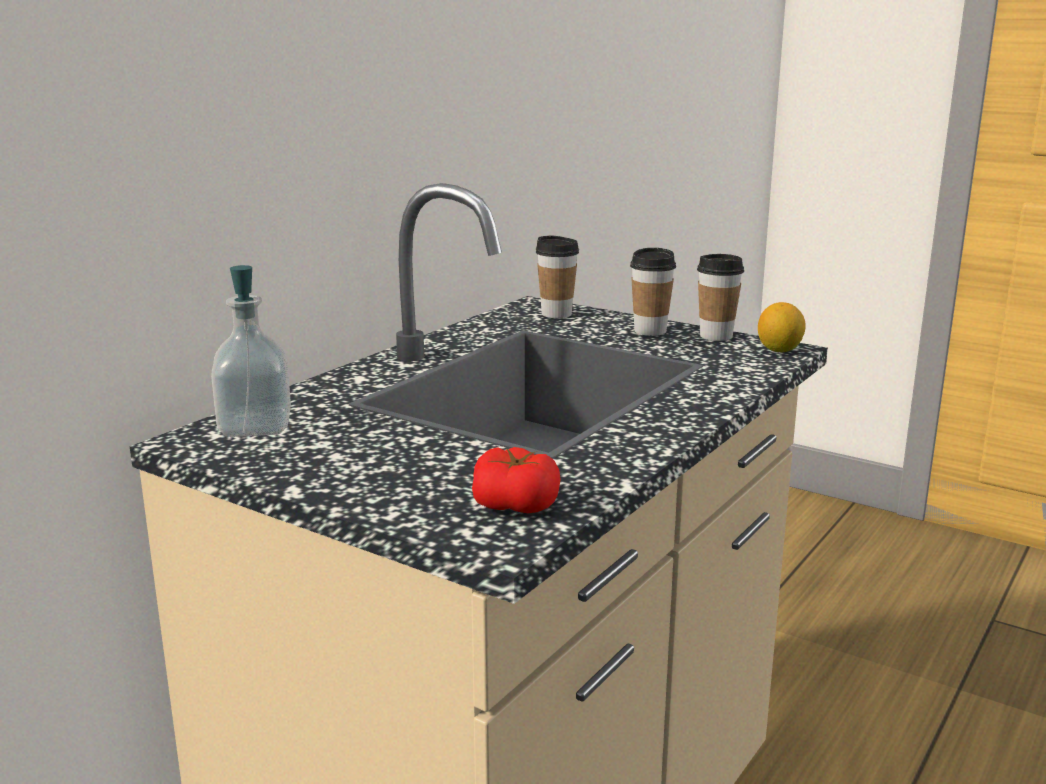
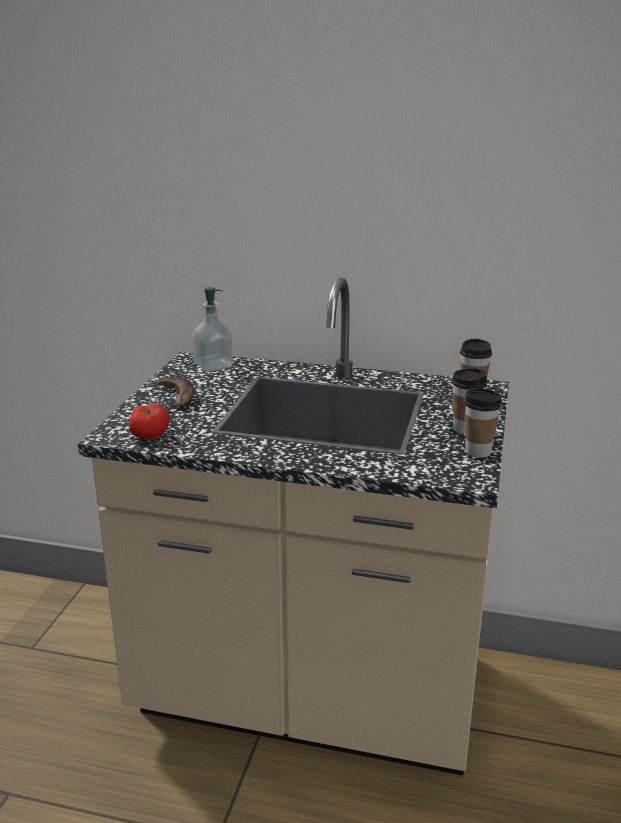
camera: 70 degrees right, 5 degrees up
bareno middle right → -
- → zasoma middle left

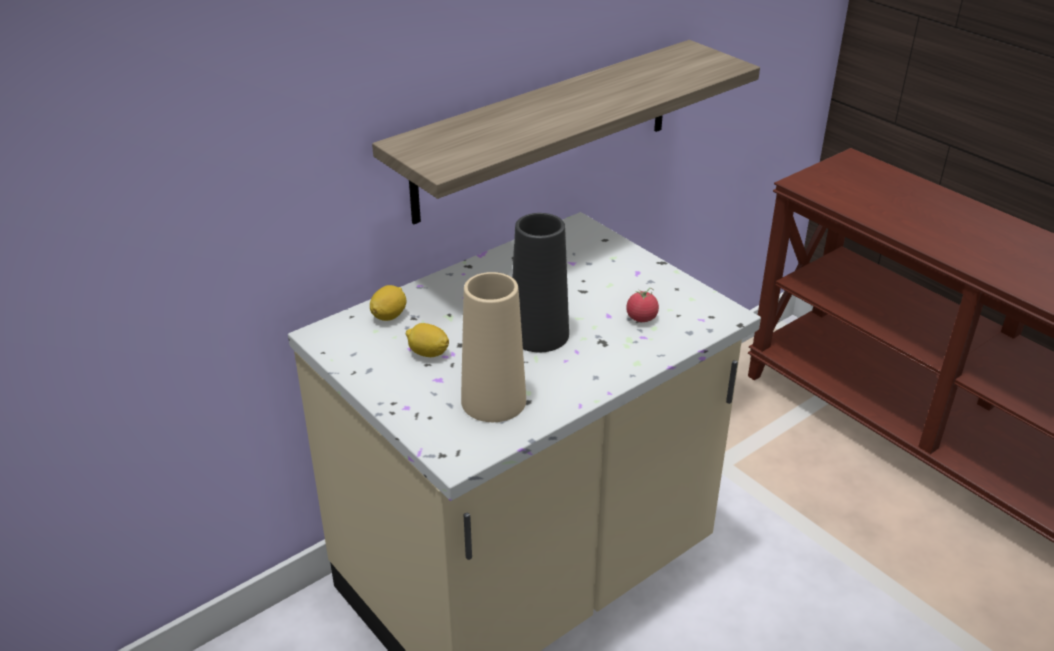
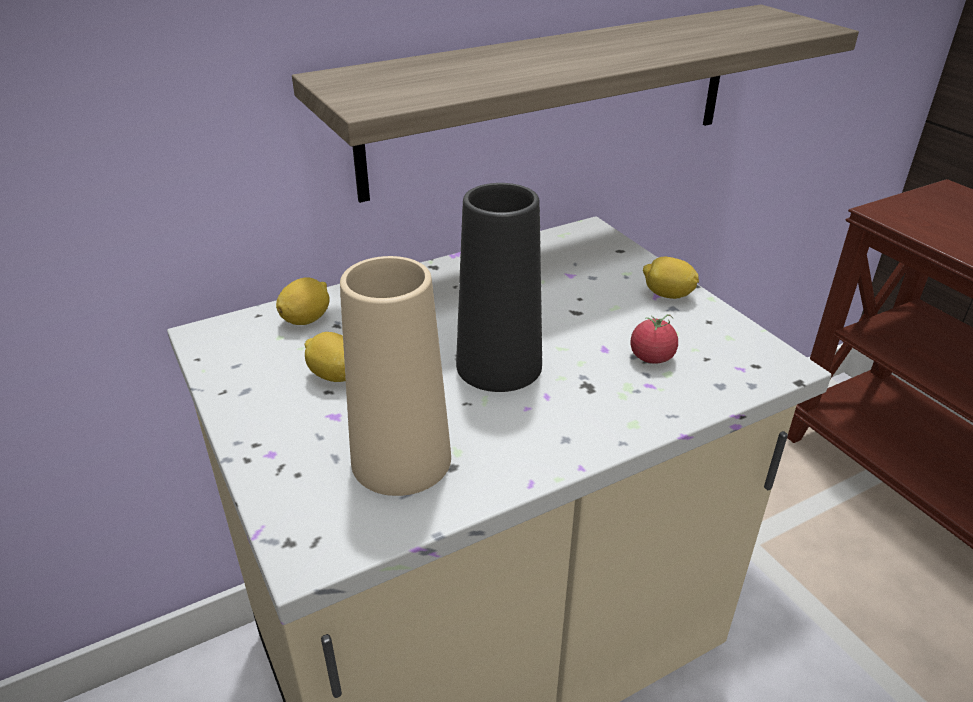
camera: 10 degrees right, 0 degrees up
- → bareno (3rd from left) middle right

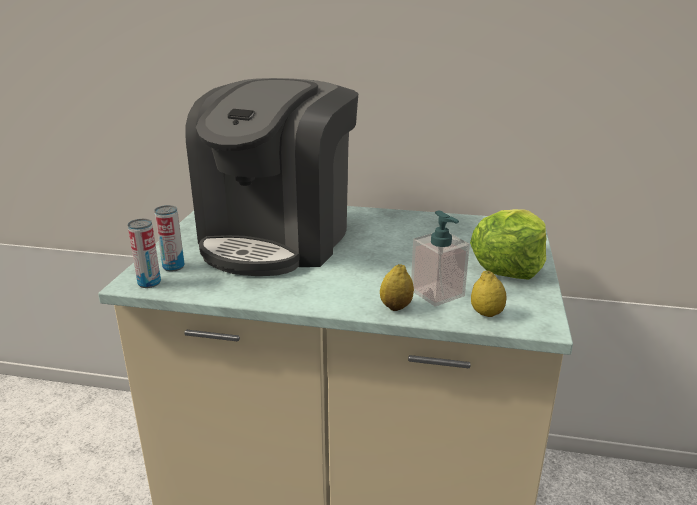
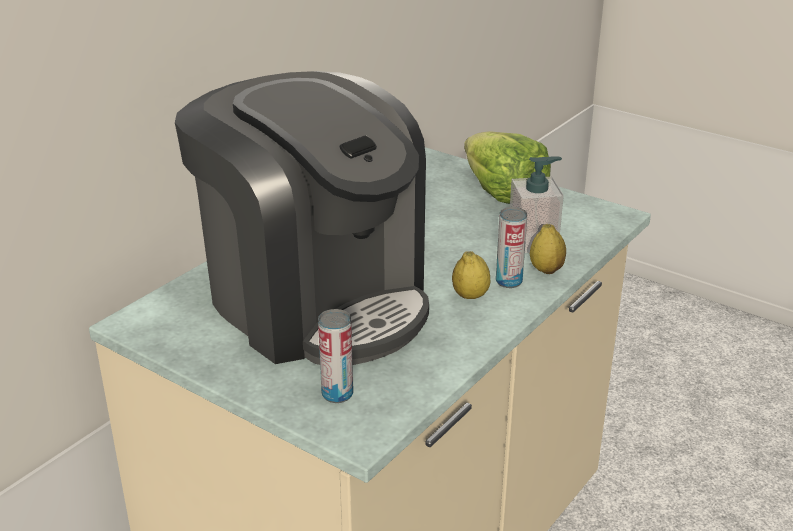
camera: 65 degrees left, 5 degrees up
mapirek (1st from left in the first image) middle left → mapirek (2nd from left) centre, moved
bareno (2nd from left in the first image) middle right → bareno (1st from left) centre, moved

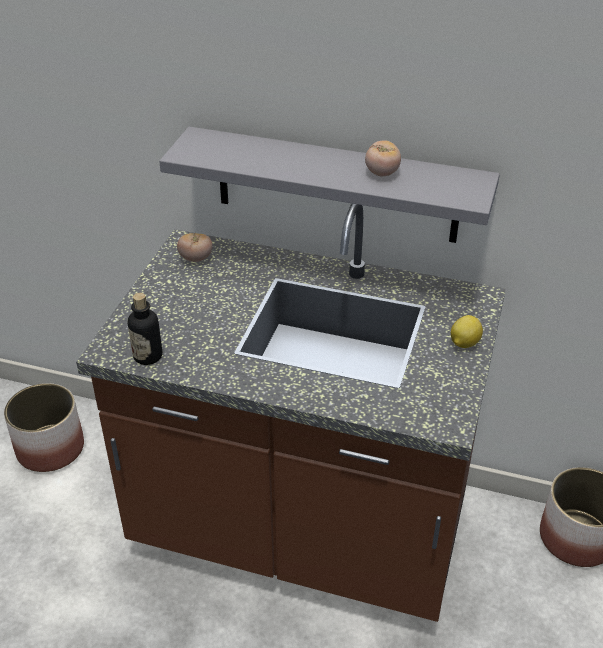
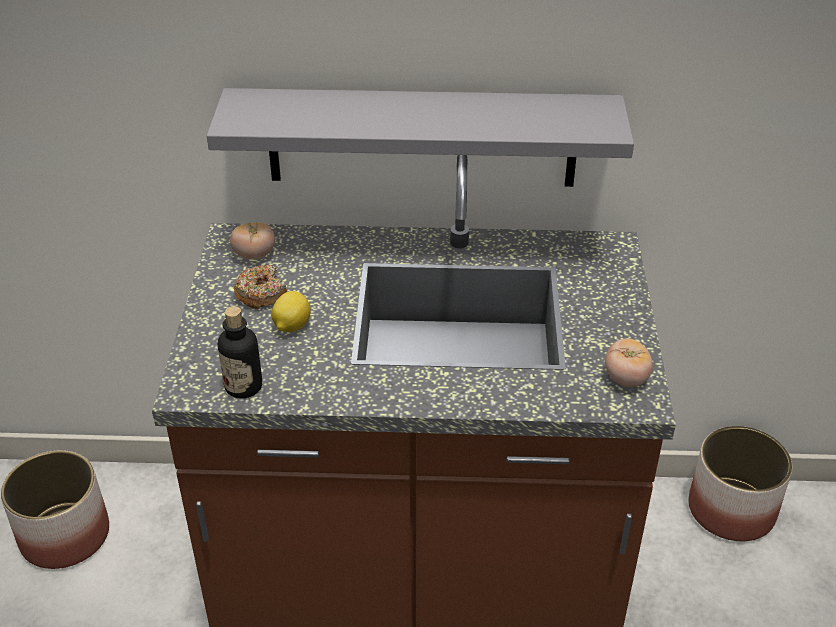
camera: 15 degrees left, 0 degrees up
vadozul (2nd from left) top centre → vadozul (2nd from left) middle right, moved
bareno middle right → bareno centre, moved
- → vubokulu middle left

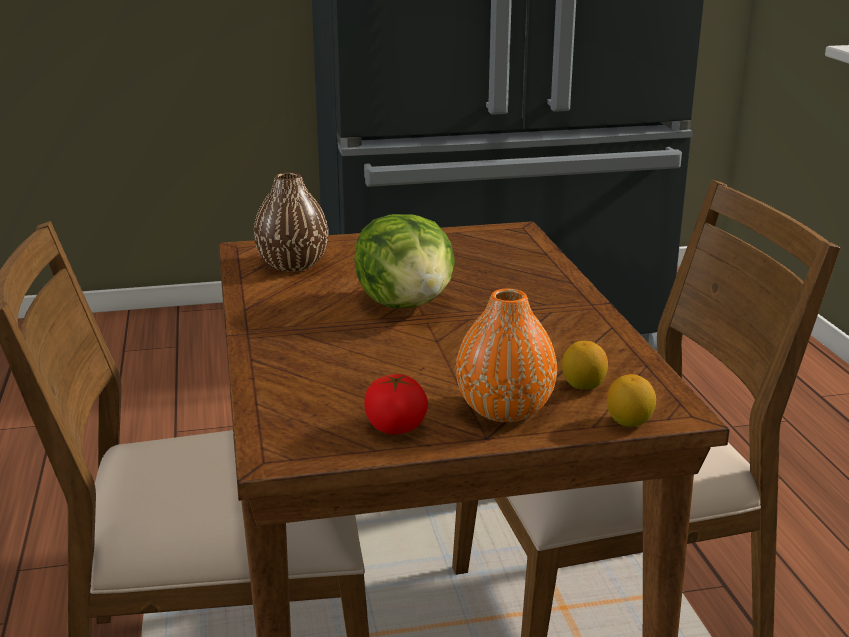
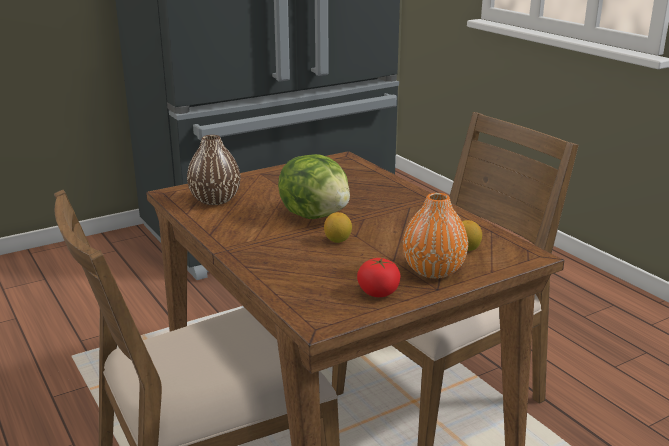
camera: 20 degrees left, 0 degrees up
bareno (2nd from left in the first image) middle right → bareno (1st from left) centre, moved

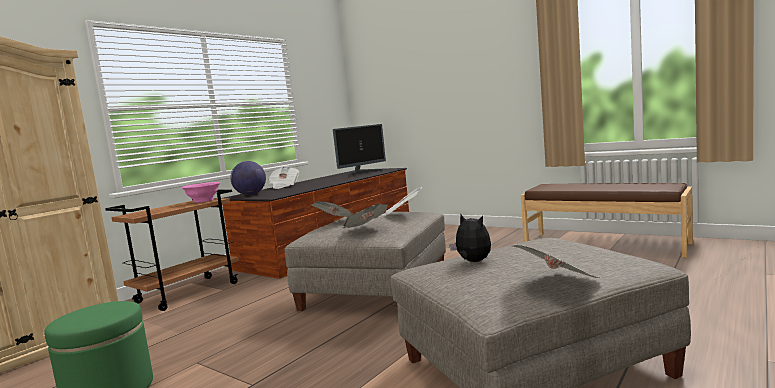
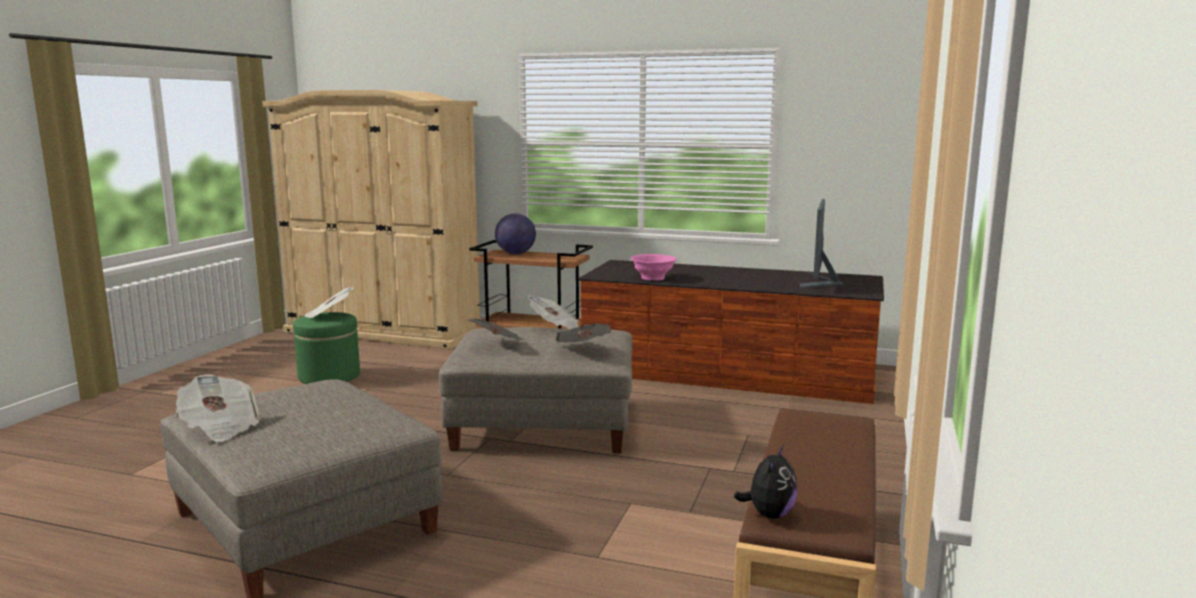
camera: 70 degrees right, 5 degrees up
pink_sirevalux middle left → pink_sirevalux centre, moved
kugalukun middle left → kugalukun centre, moved
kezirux (1st from left in the first image) centre → kezirux (2nd from left) middle left, moved
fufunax centre → fufunax middle right, 75 degrees clockwise
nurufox centre → nurufox bottom centre, moved

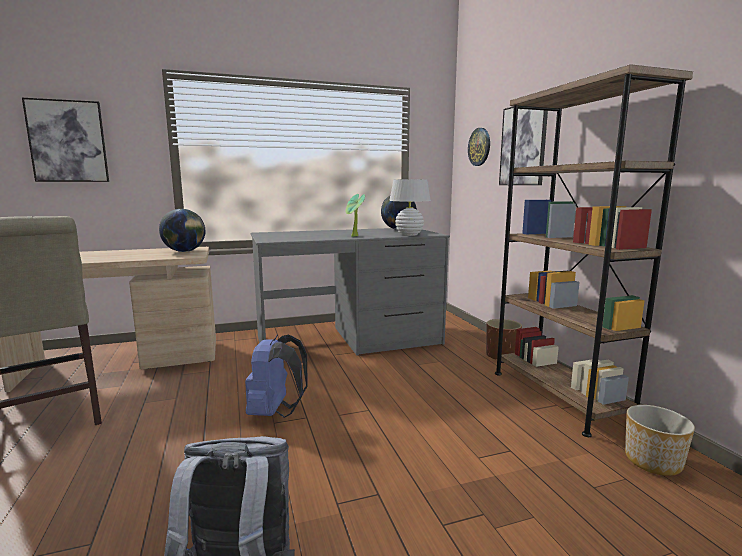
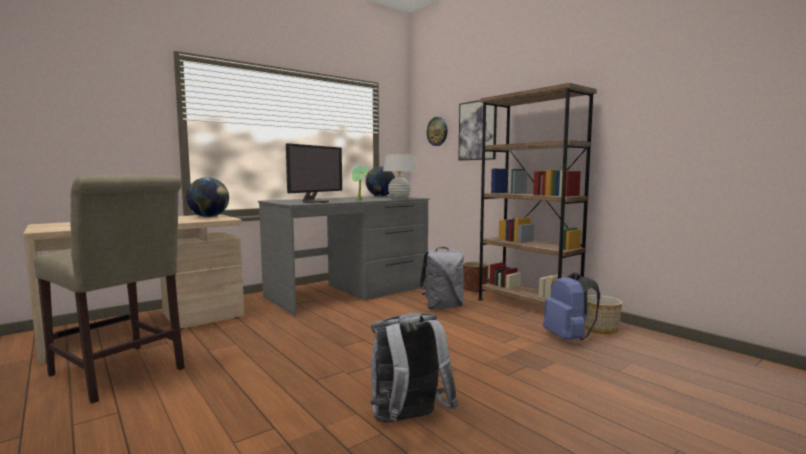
camera: 20 degrees left, 5 degrees down
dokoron (1st from left) top left → -
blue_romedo bottom centre → blue_romedo bottom right, moved
- → fufunax centre
- → grey_romedo (2nd from left) centre

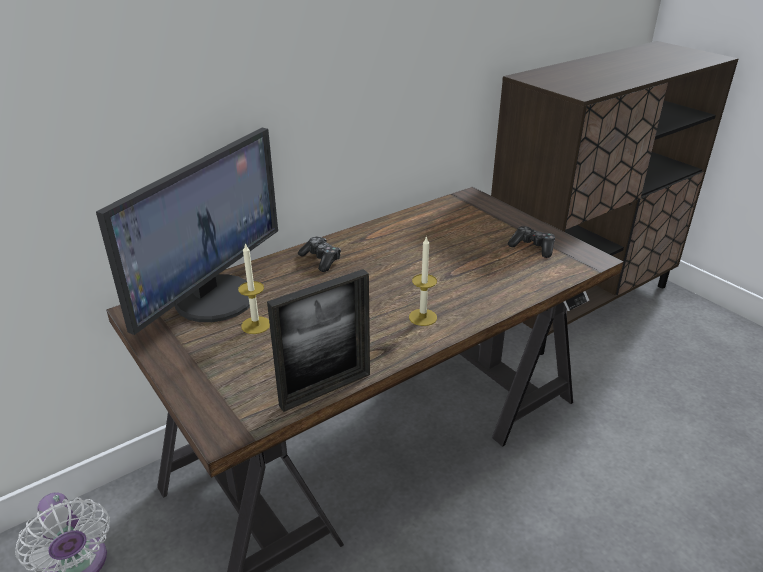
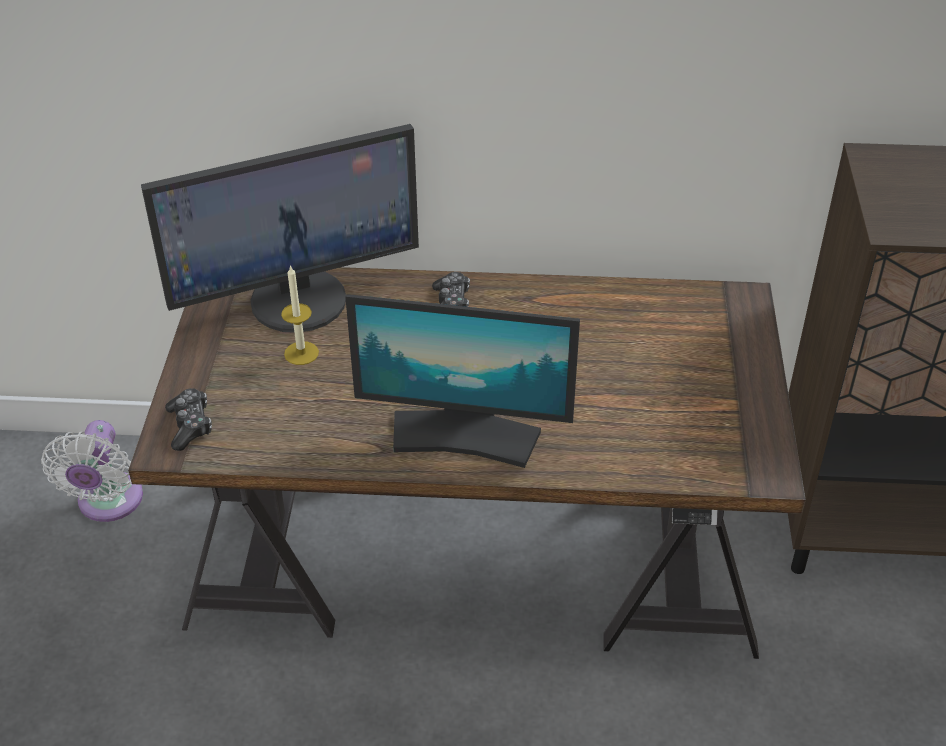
camera: 40 degrees right, 10 degrees up
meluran centre → -
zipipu (2nd from left) centre → fufunax (2nd from left) centre
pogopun (2nd from left in the first image) middle right → pogopun (1st from left) middle left, moved

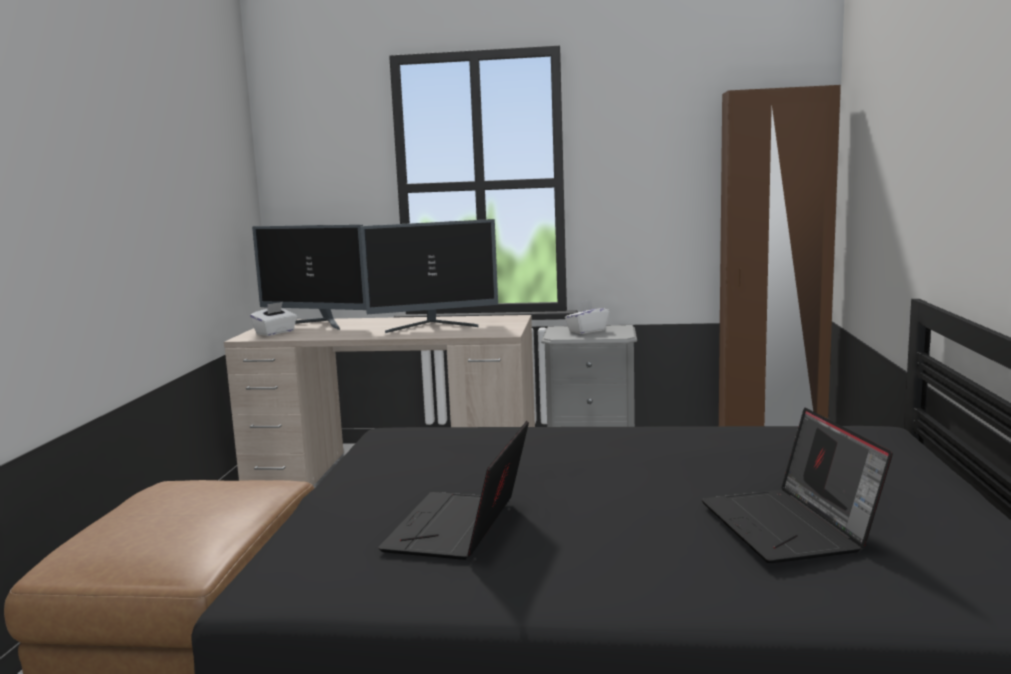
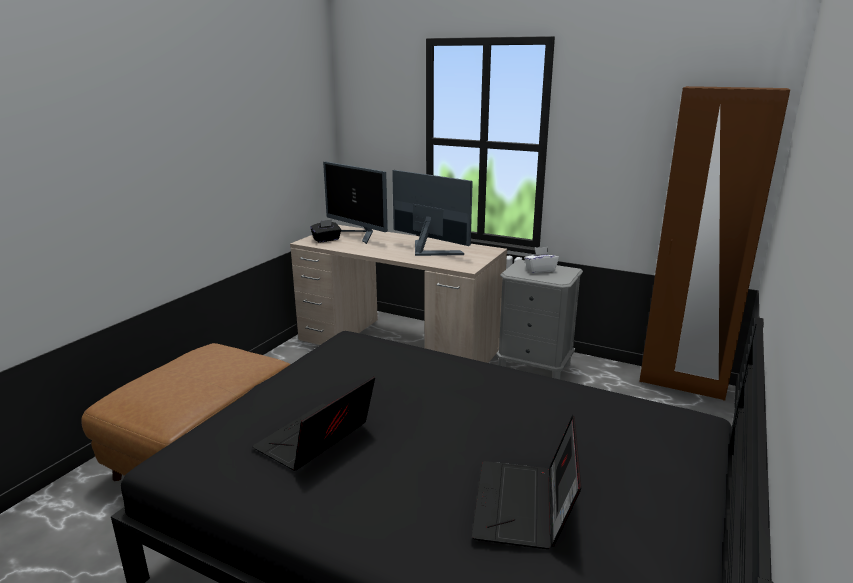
camera: 20 degrees right, 10 degrees up
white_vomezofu (1st from left) middle left → black_vomezofu centre
fufunax (2nd from left) centre, 150 degrees counterclockwise

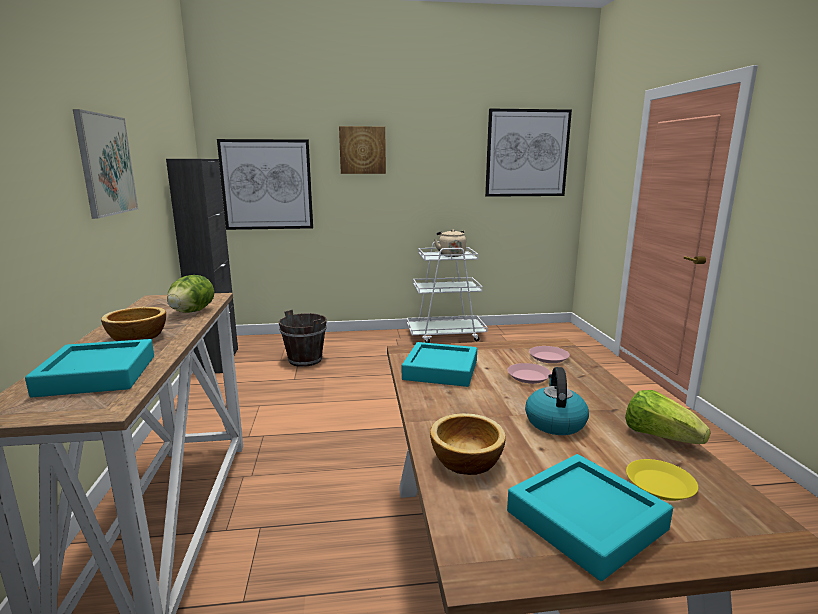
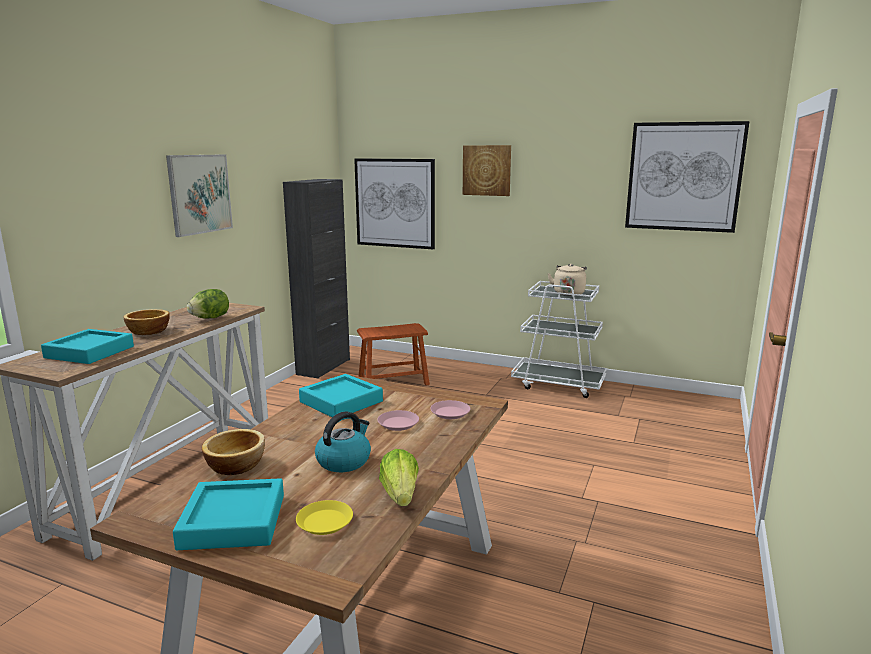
camera: 30 degrees right, 0 degrees up
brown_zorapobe centre → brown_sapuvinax centre

